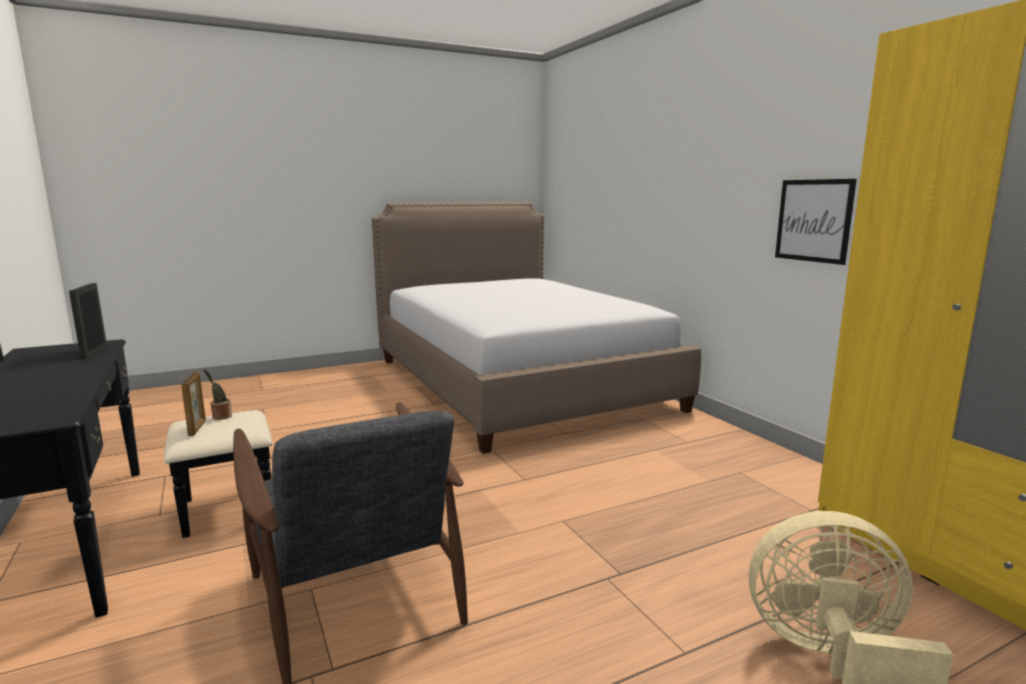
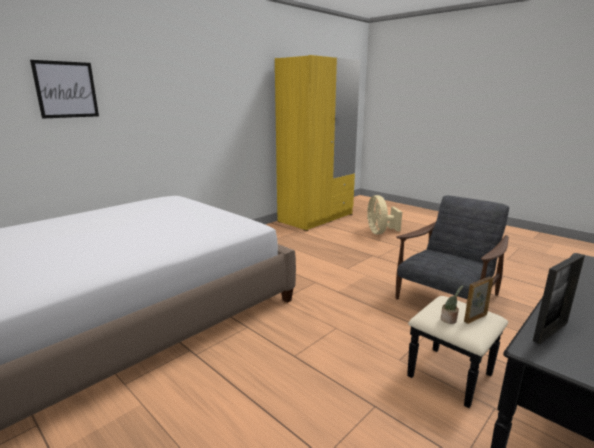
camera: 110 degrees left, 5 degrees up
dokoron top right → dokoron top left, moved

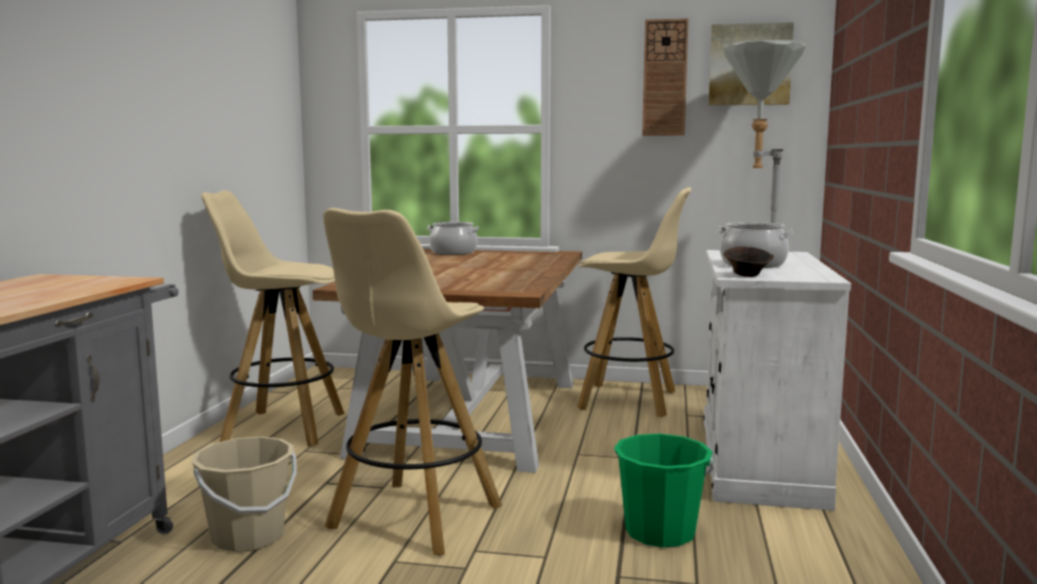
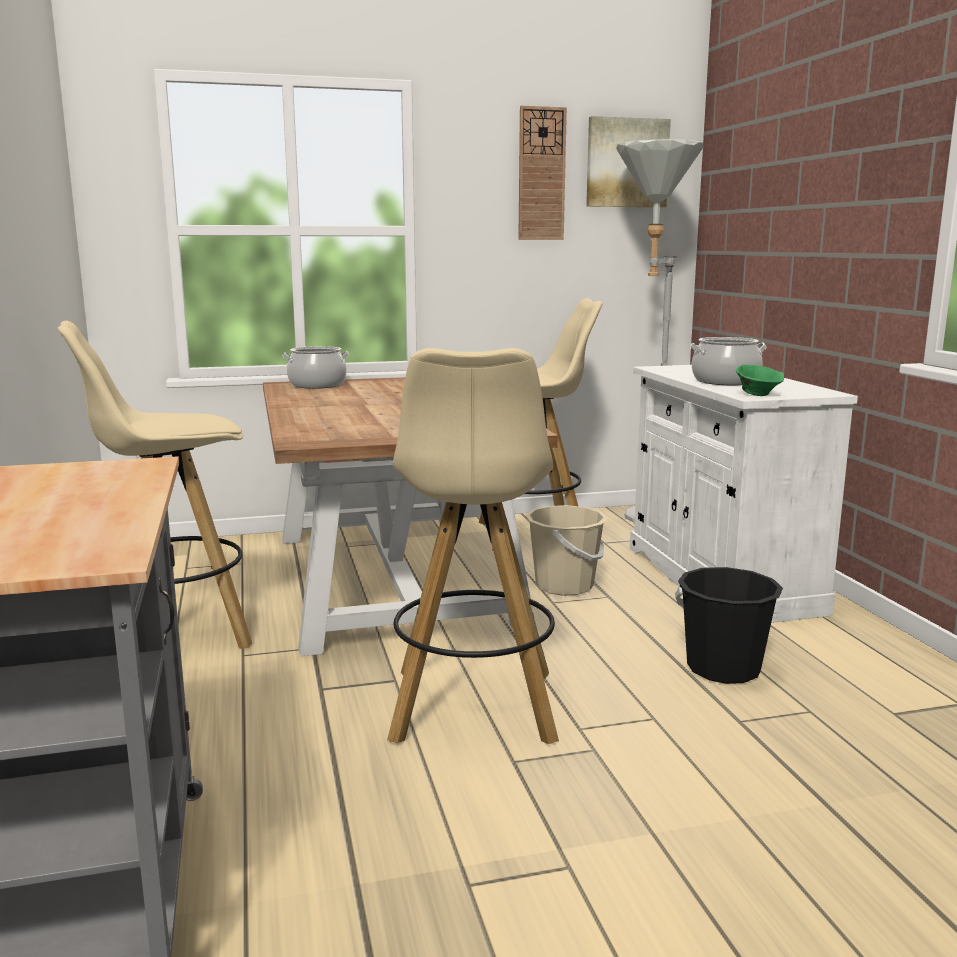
camera: 25 degrees left, 5 degrees up
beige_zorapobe bottom left → beige_zorapobe centre, moved
green_zorapobe bottom centre → black_zorapobe middle right
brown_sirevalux middle right → green_sirevalux middle right

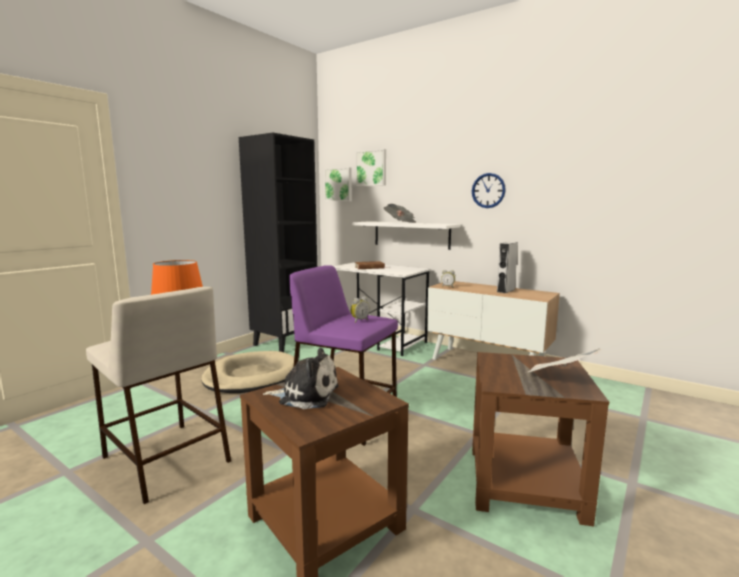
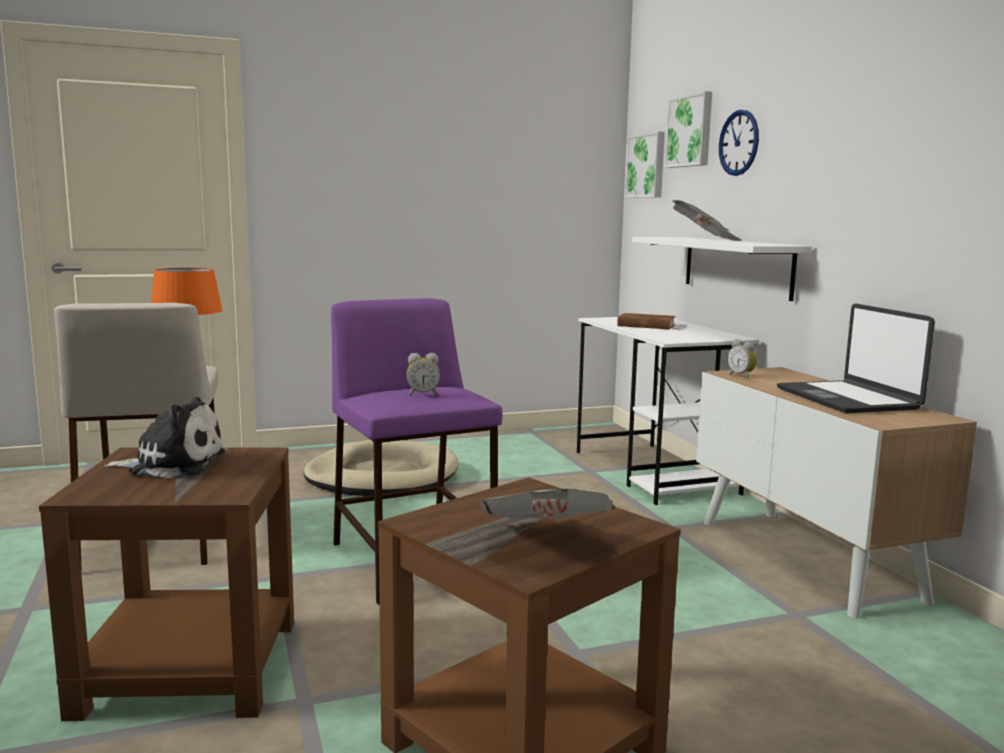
camera: 35 degrees right, 0 degrees up
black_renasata centre → -
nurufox centre → nurufox middle left, 45 degrees counterclockwise
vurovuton top centre → vurovuton top right, moved
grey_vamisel middle right → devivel middle right

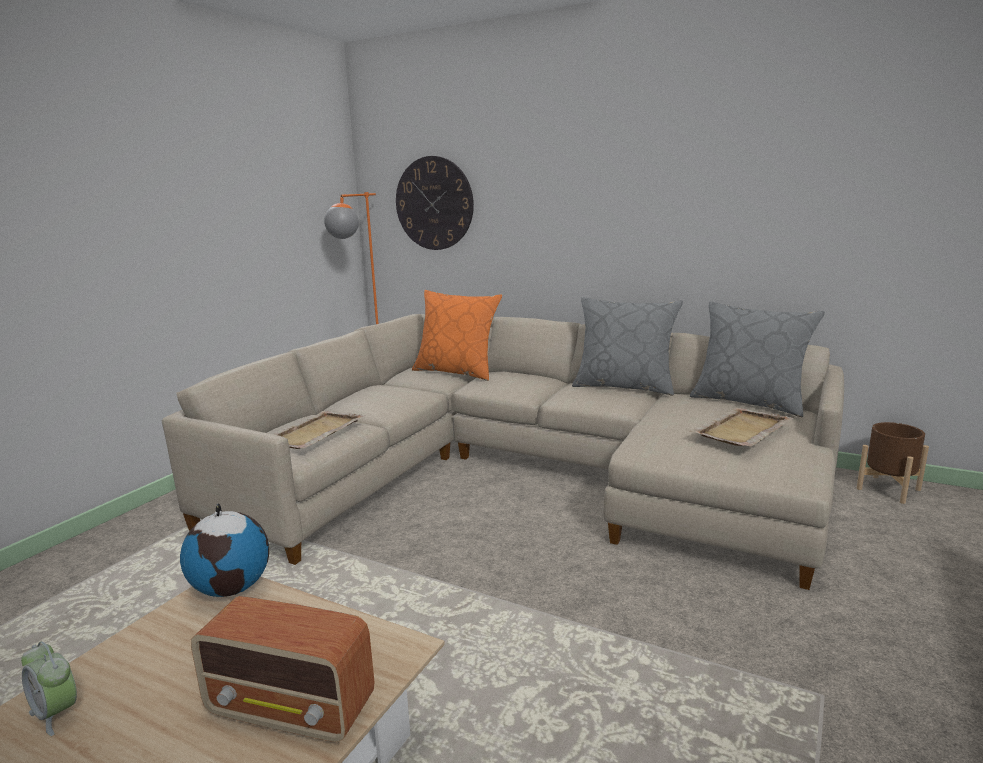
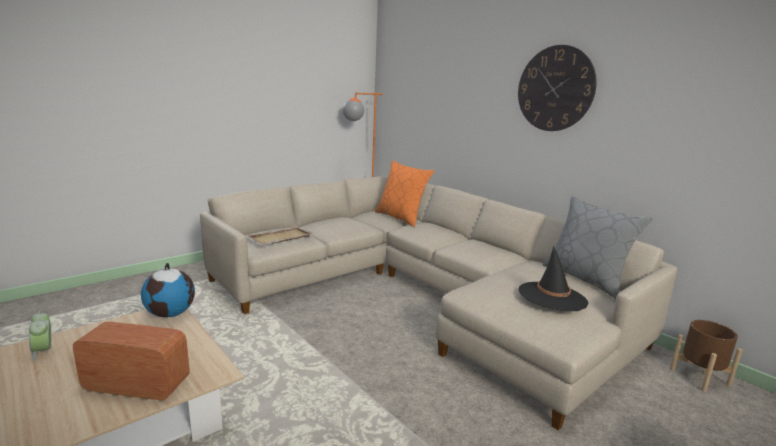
camera: 20 degrees right, 0 degrees up
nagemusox bottom left, 150 degrees clockwise
vurovuton top centre → vurovuton top right, moved
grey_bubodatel (1st from left) centre → -
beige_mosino (2nd from left) middle right → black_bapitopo middle right

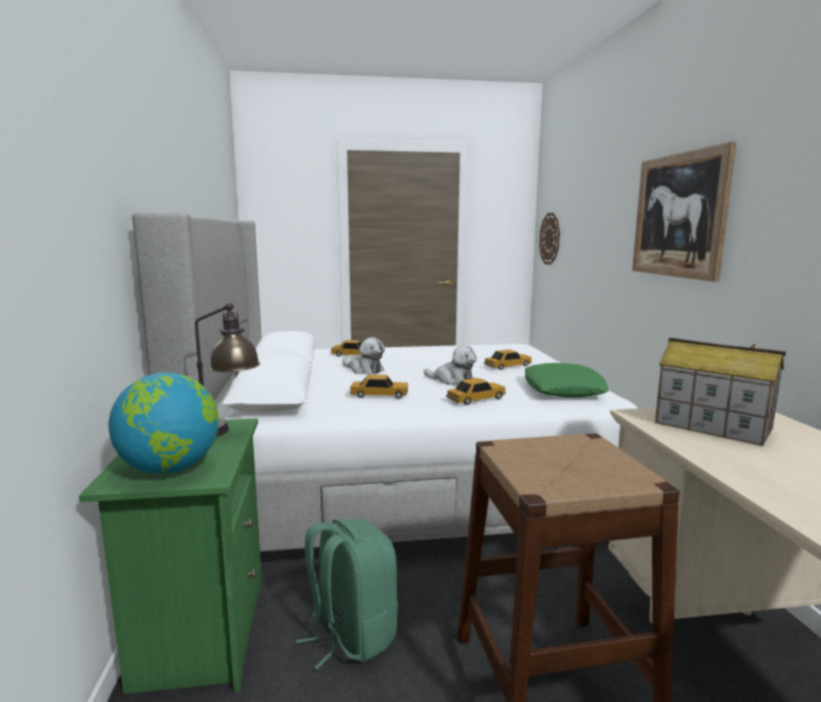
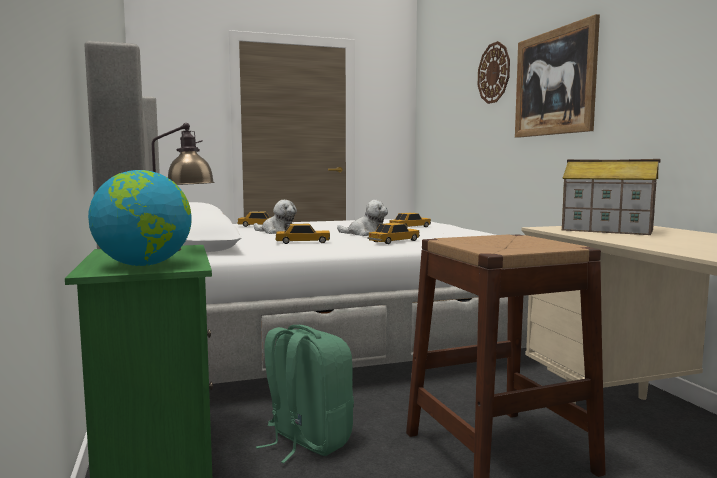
camera: 10 degrees left, 5 degrees down
green_bubodatel middle right → -
vurovuton middle right → vurovuton top right, moved

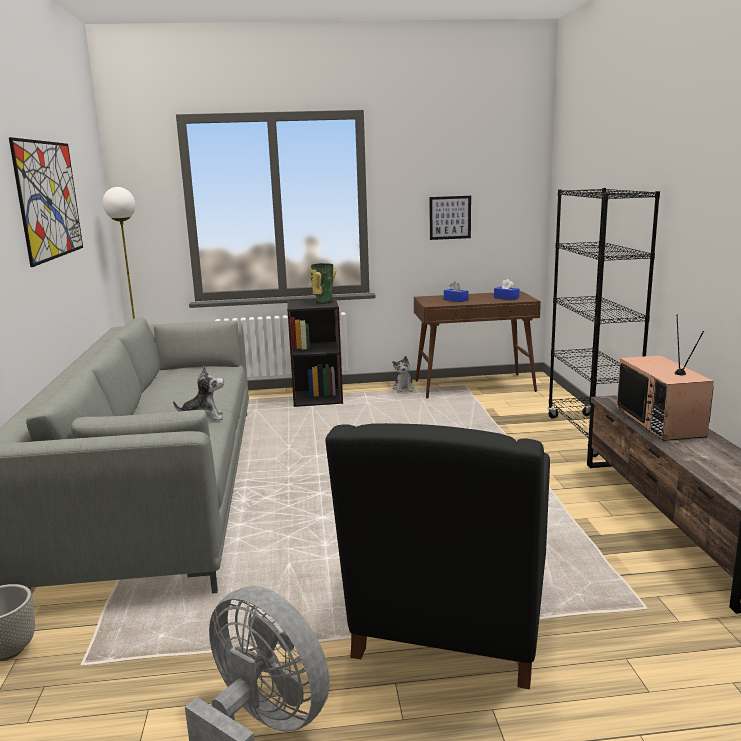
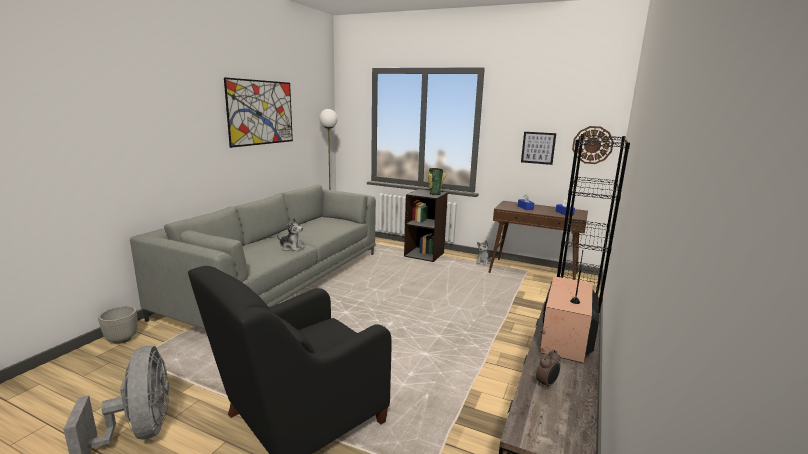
camera: 30 degrees right, 0 degrees up
- → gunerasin bottom right
- → vurovuton top right

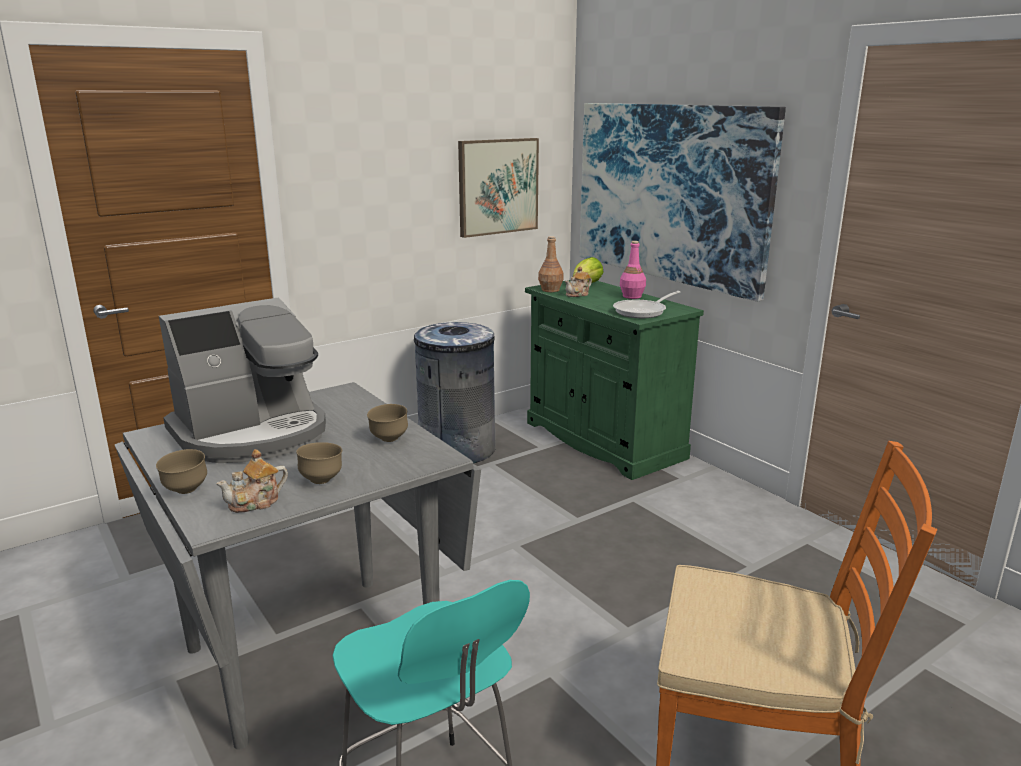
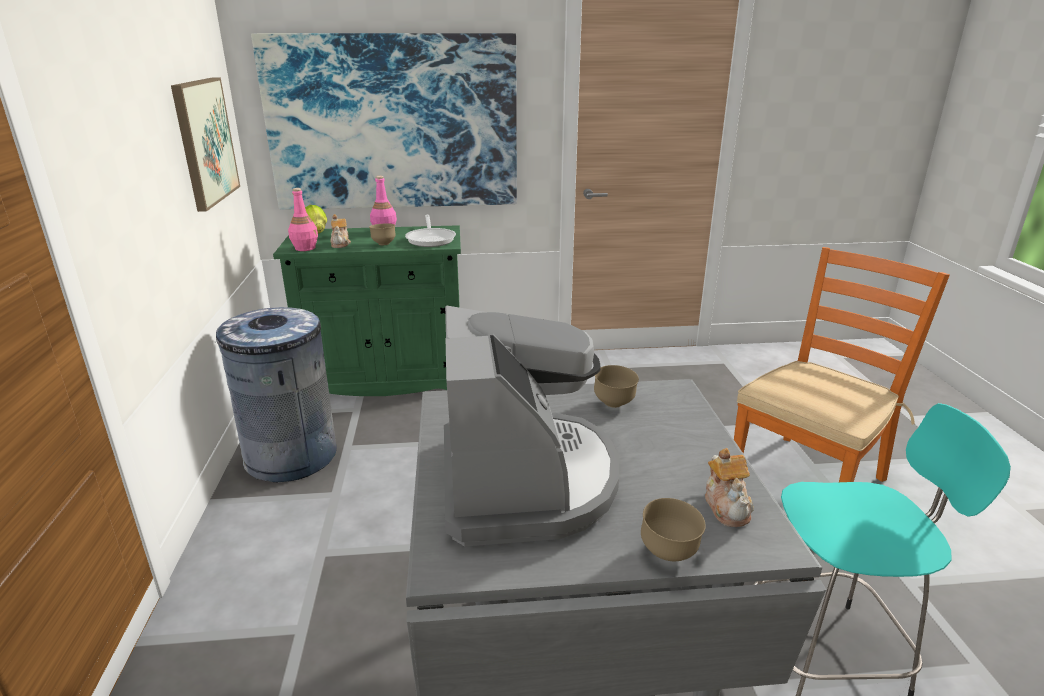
camera: 60 degrees left, 5 degrees up
brown_sirevalux (2nd from left in the first image) middle left → brown_sirevalux (1st from left) centre, moved
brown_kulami centre → pink_kulami (1st from left) top left

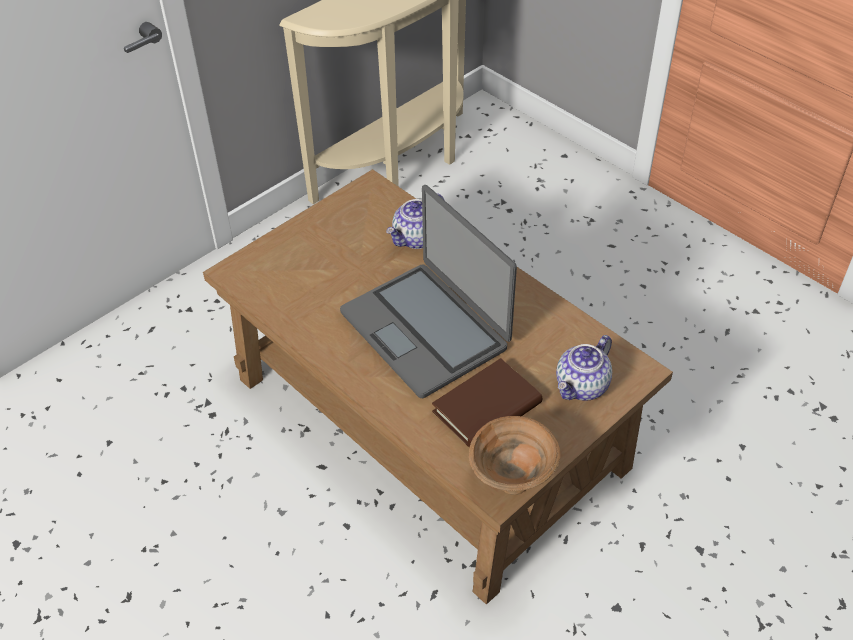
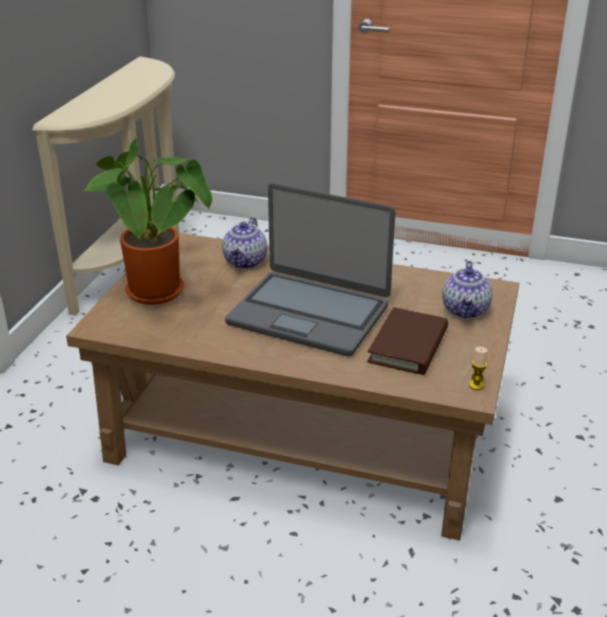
camera: 30 degrees left, 15 degrees down
brown_sirevalux bottom centre → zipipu middle right
- → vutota middle left

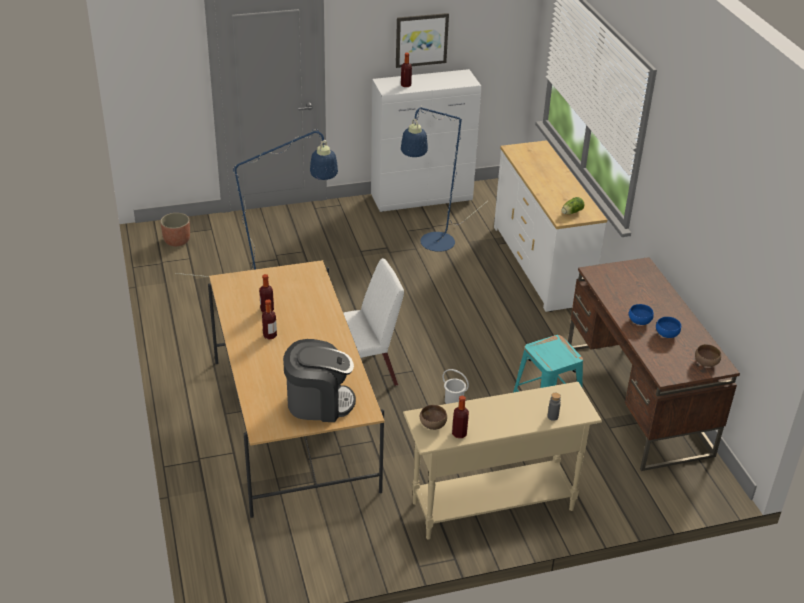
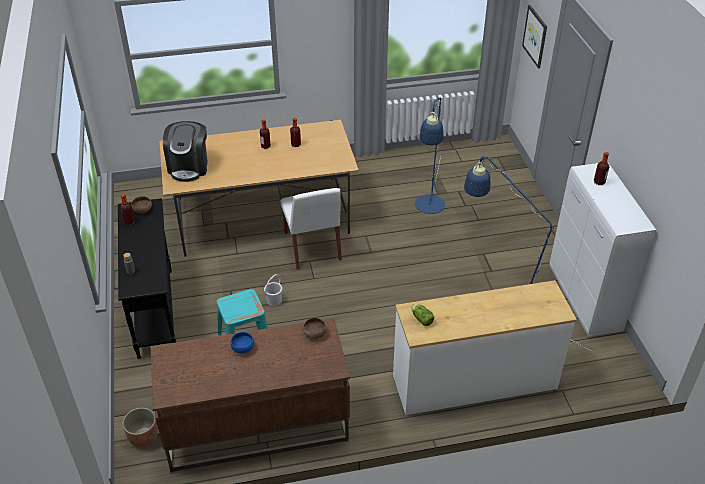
camera: 95 degrees right, 5 degrees up
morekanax middle left → morekanax bottom left, moved
dokoron top centre → dokoron top right, moved
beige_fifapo bottom centre → black_fifapo middle left
blue_sirevalux (2nd from left) middle right → -
brown_sirevalux (2nd from left) middle right → brown_sirevalux (2nd from left) bottom centre, moved

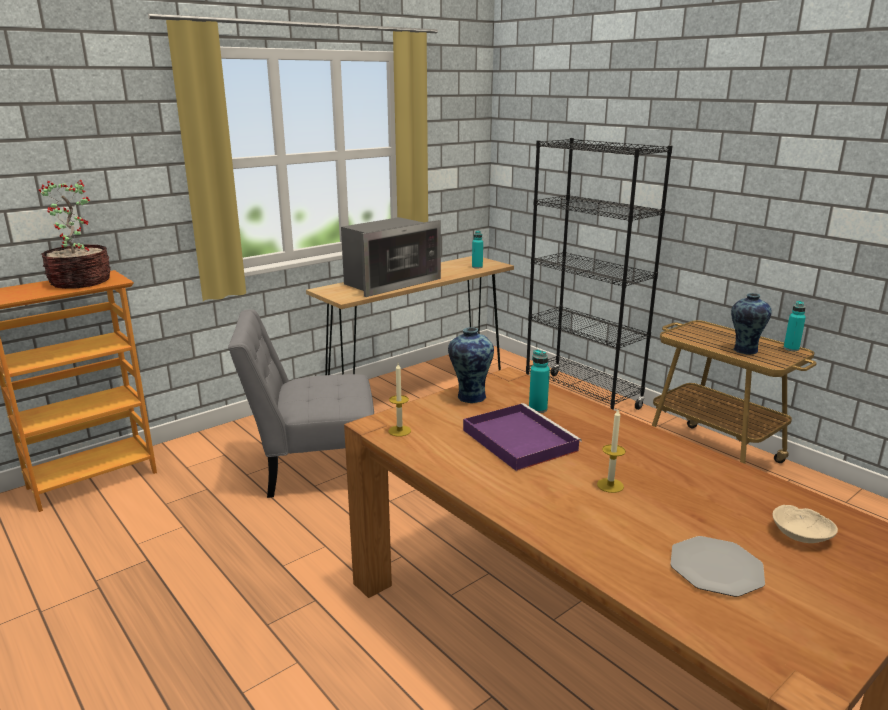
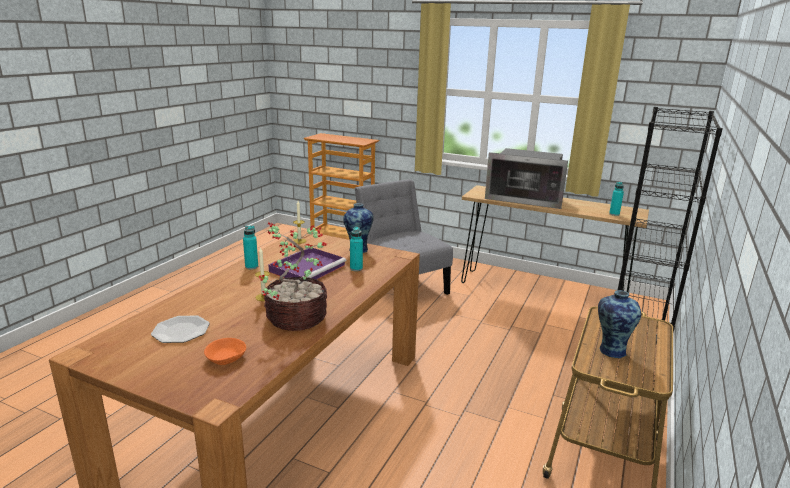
camera: 65 degrees right, 0 degrees up
vutota top left → vutota centre, moved
beige_sirevalux bottom right → orange_sirevalux bottom left
turquoise_kulami (3rd from left in the first image) middle right → turquoise_kulami (1st from left) middle left, moved

